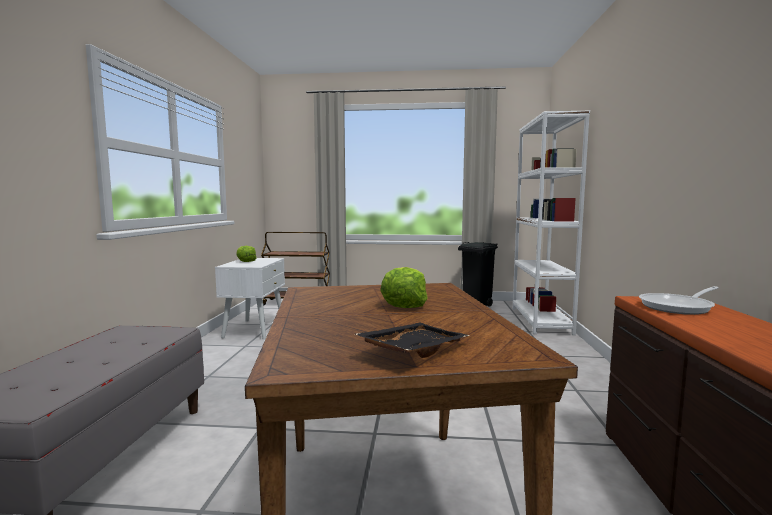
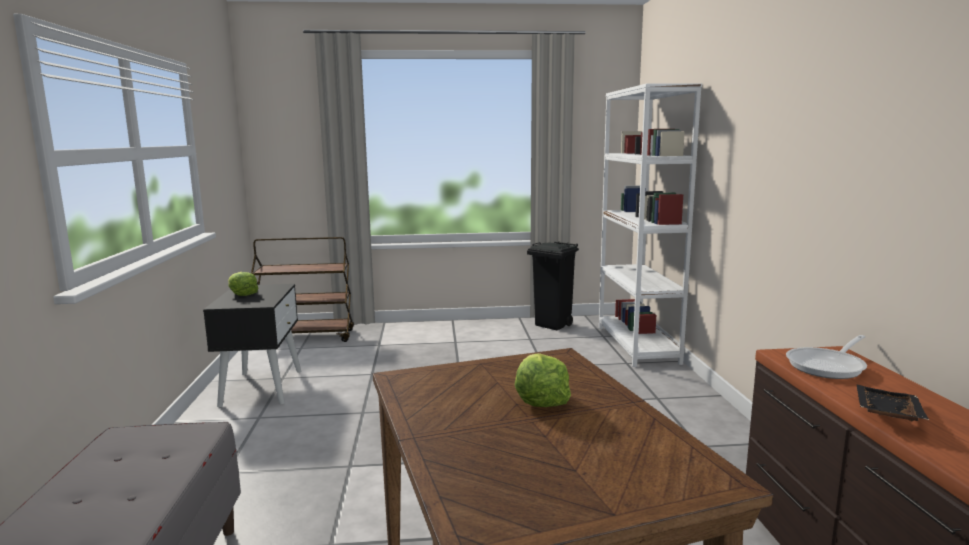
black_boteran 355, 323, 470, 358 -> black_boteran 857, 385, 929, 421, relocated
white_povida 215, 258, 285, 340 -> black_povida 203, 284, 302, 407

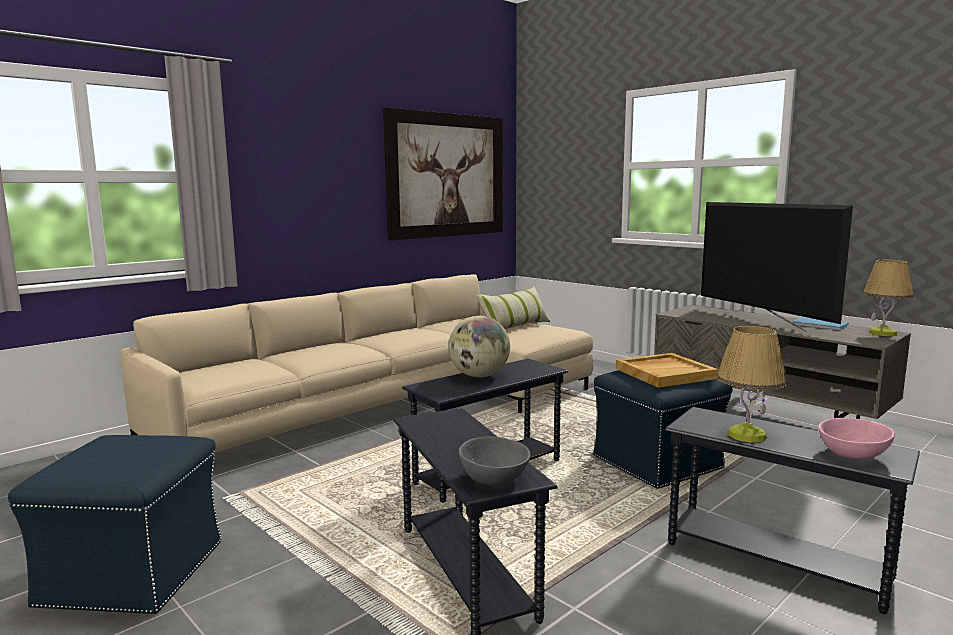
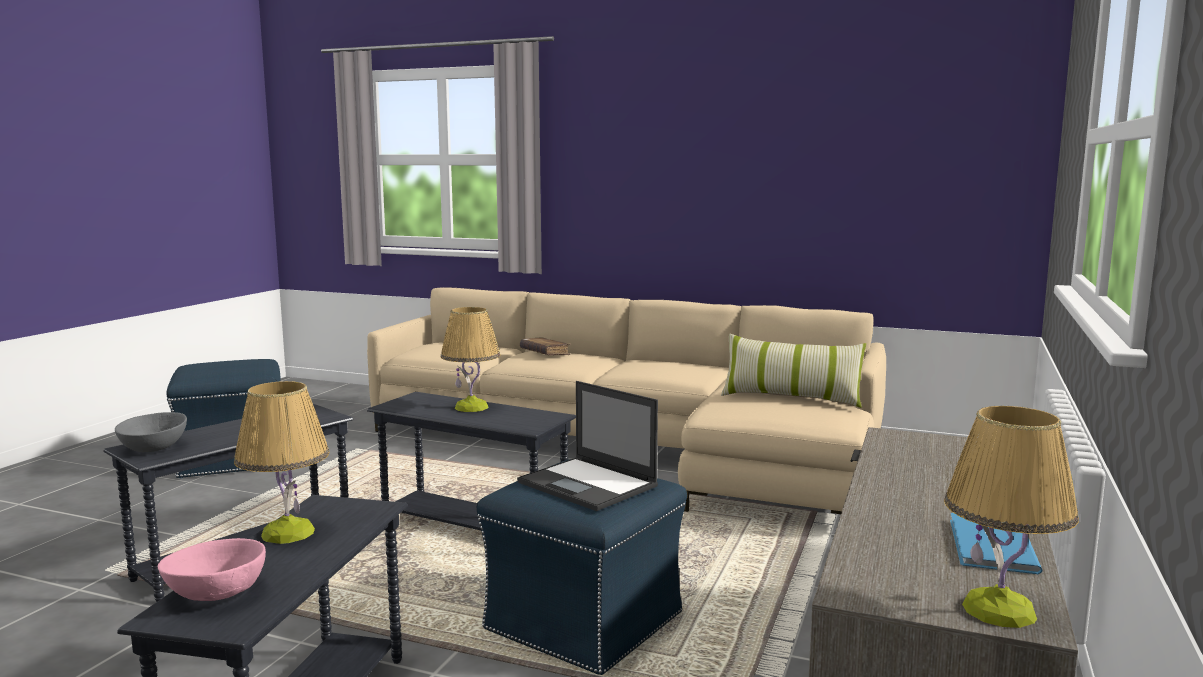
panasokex 383, 107, 503, 241 -> none
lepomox 701, 202, 853, 332 -> none
none -> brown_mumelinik 520, 338, 571, 355
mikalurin 448, 316, 510, 377 -> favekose 441, 307, 500, 412
beige_boteran 616, 353, 718, 388 -> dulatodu 517, 381, 658, 511

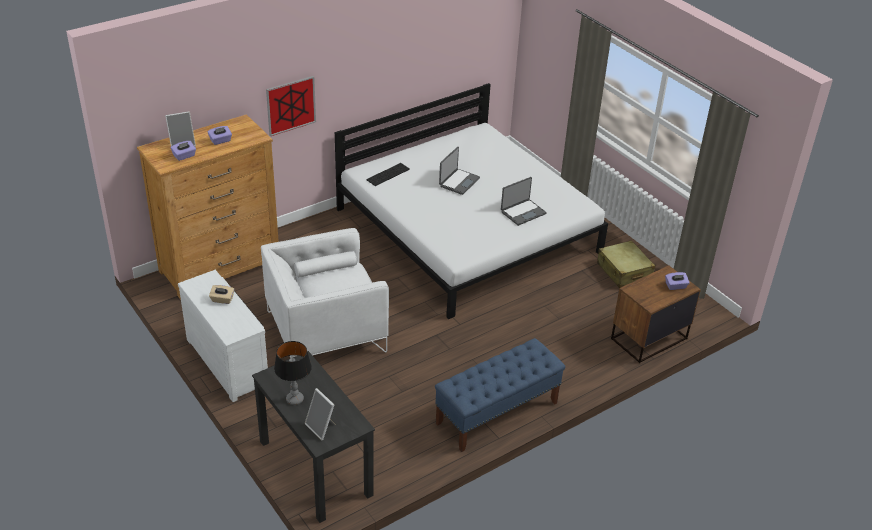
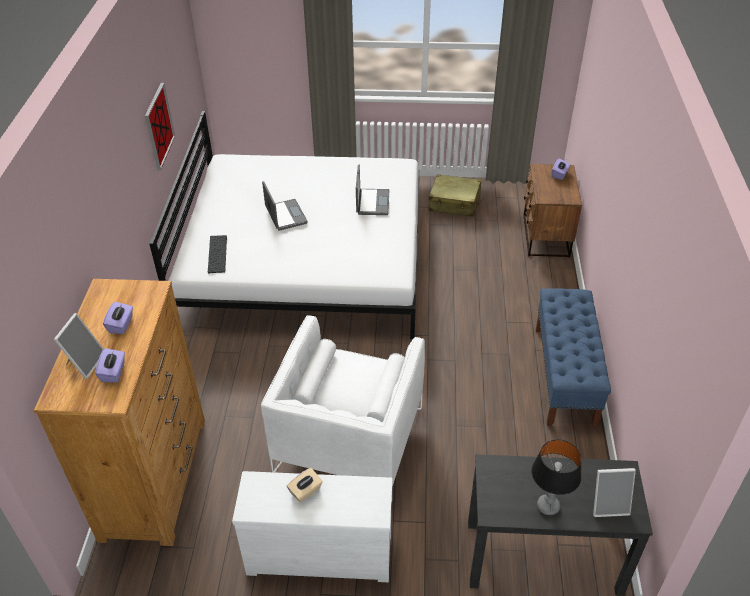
panasokex 266, 76, 316, 136 -> panasokex 145, 83, 175, 171, relocated

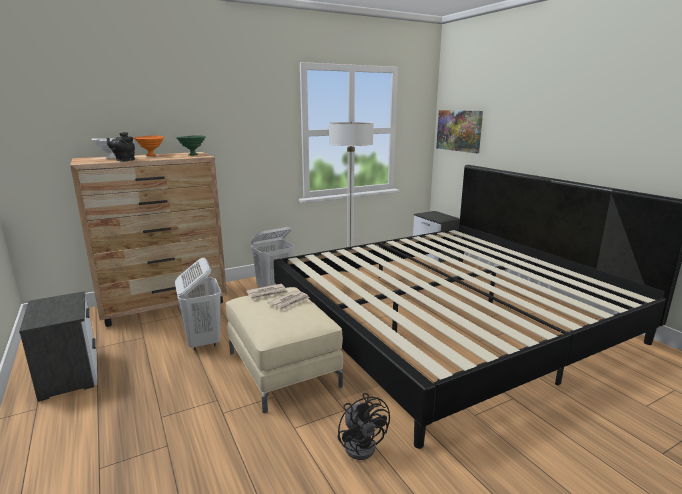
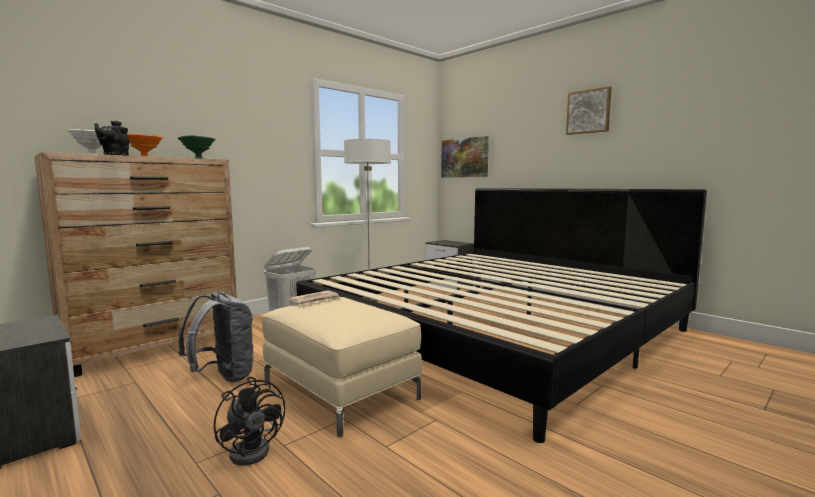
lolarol 267, 290, 309, 310 -> none
none -> panasokex 566, 86, 612, 135
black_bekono 338, 393, 390, 460 -> black_bekono 214, 377, 285, 466, relocated
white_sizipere 175, 258, 221, 351 -> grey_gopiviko 178, 291, 254, 383

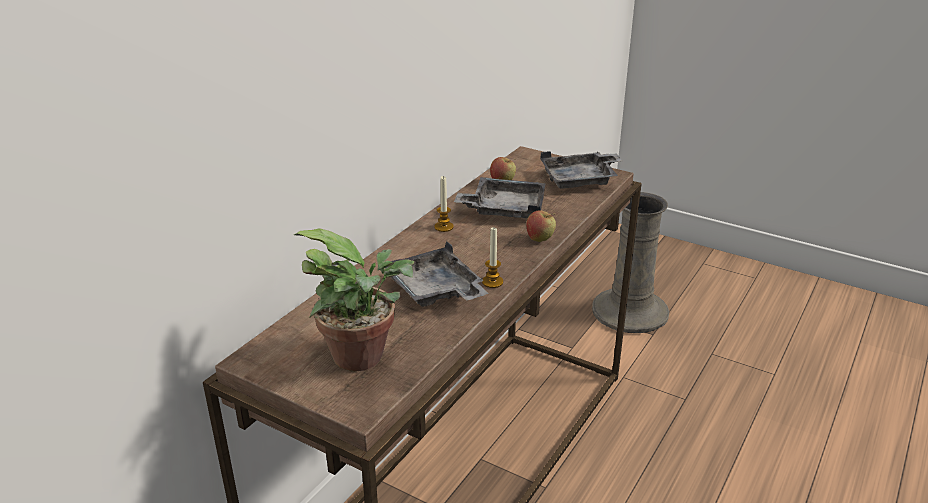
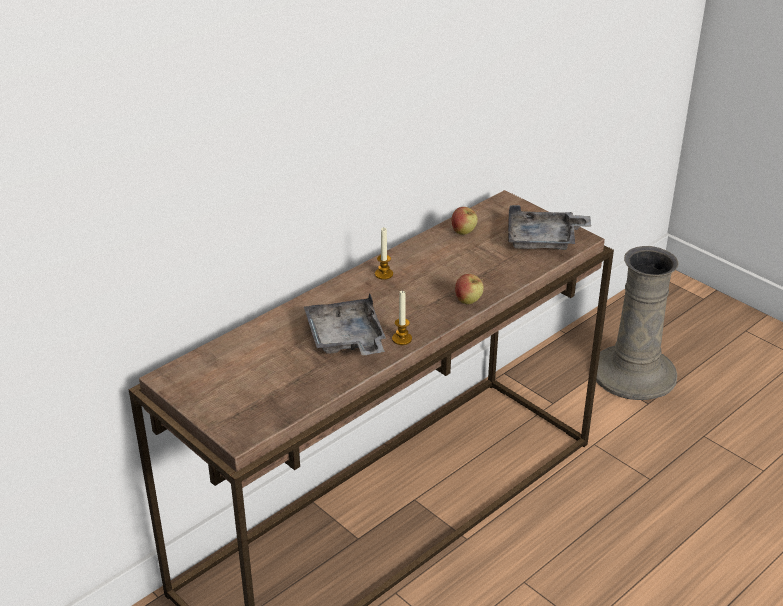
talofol 294, 228, 414, 371 -> none
grey_boteran 454, 177, 546, 218 -> none

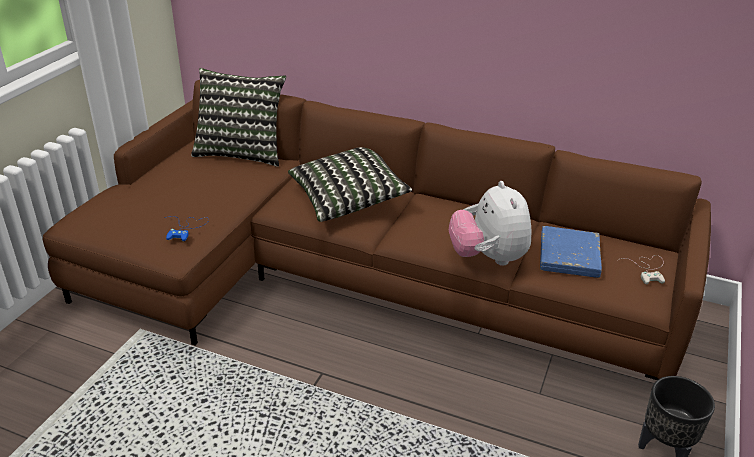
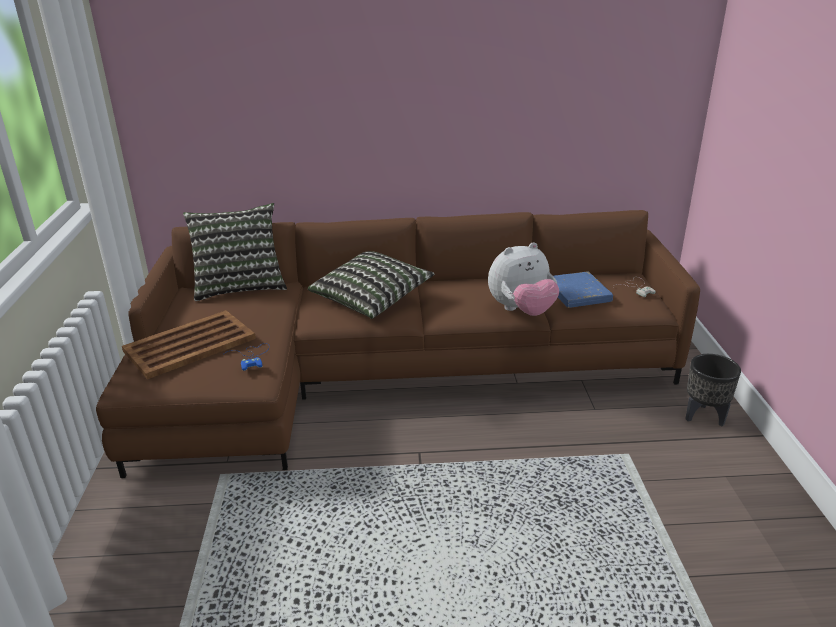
none -> brown_boteran 122, 310, 256, 379
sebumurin 449, 181, 532, 266 -> sebumurin 488, 242, 559, 316, 75 degrees counterclockwise

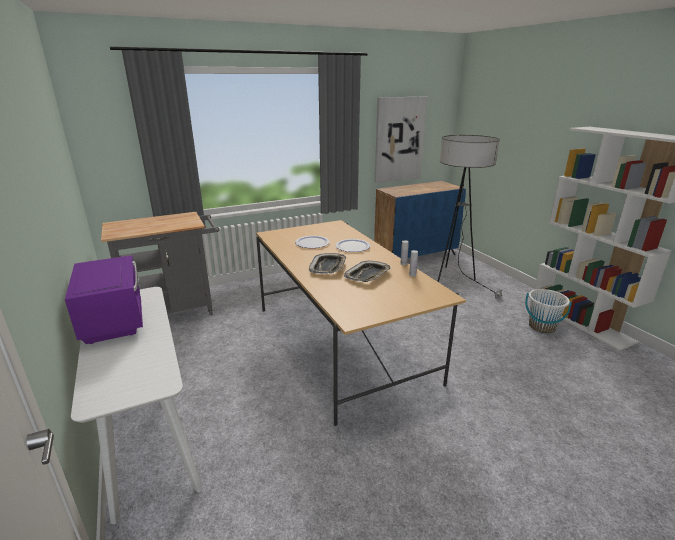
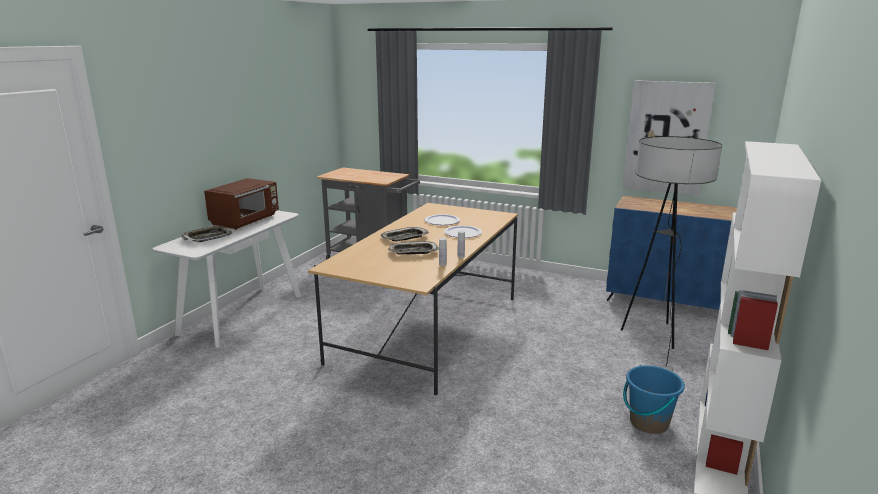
none -> boteran 181, 225, 233, 242
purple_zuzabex 65, 255, 143, 344 -> brown_zuzabex 204, 178, 279, 230
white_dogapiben 525, 289, 572, 333 -> blue_dogapiben 623, 365, 685, 434

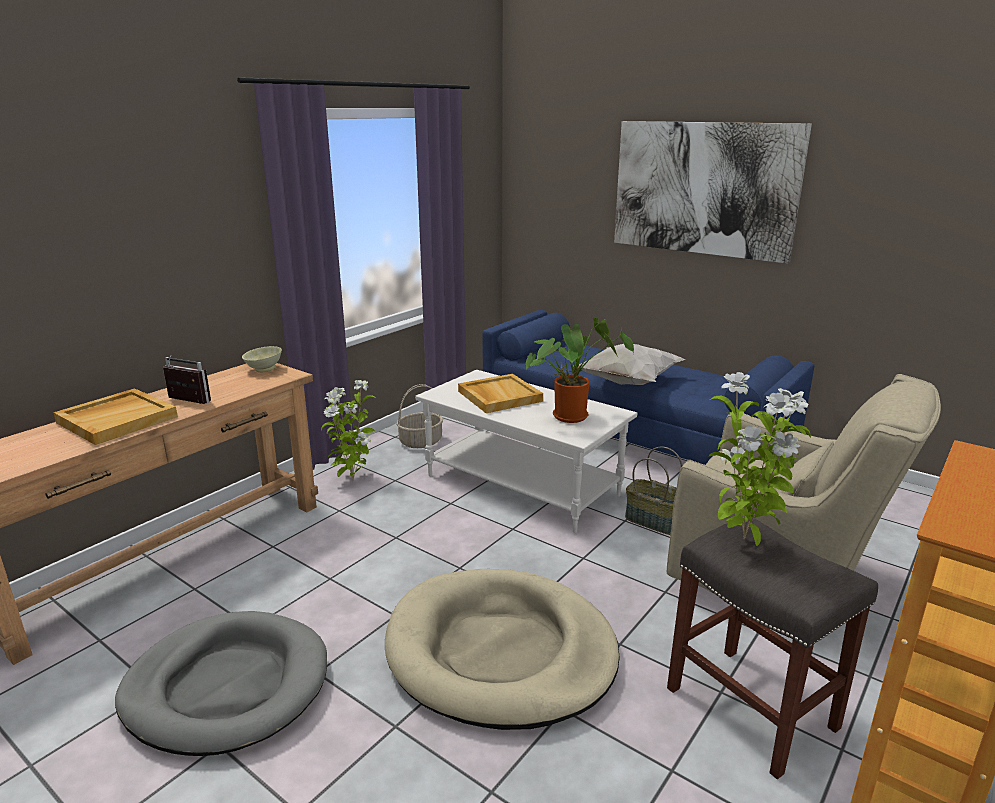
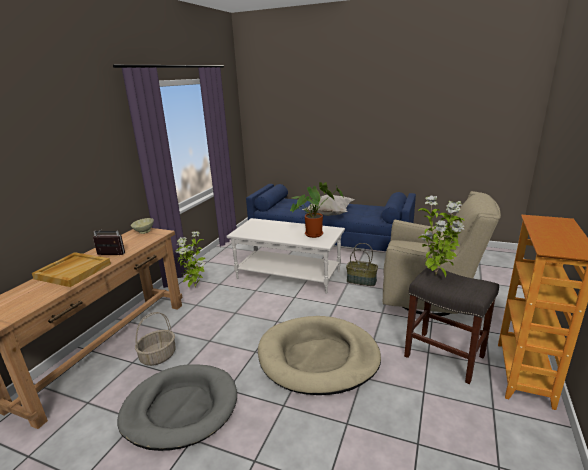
beige_boteran 458, 374, 543, 413 -> none
panasokex 614, 121, 812, 264 -> none
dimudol 396, 384, 443, 448 -> dimudol 135, 312, 176, 366, relocated

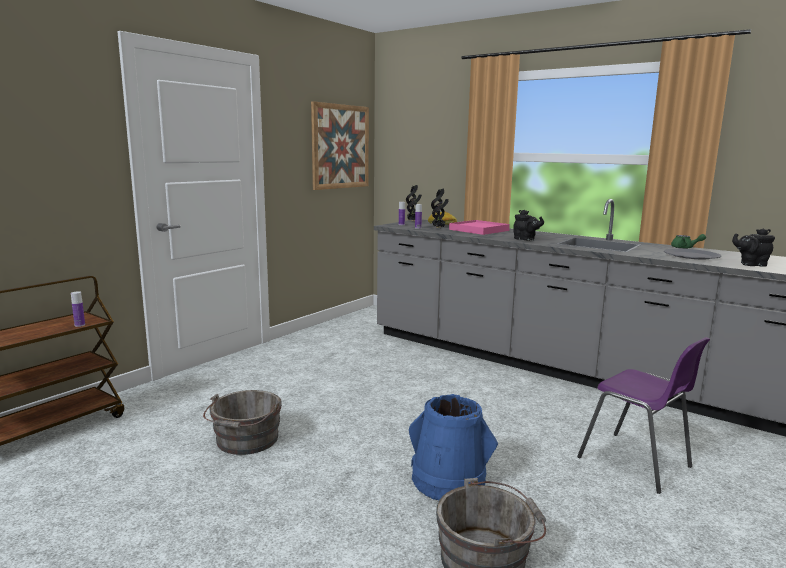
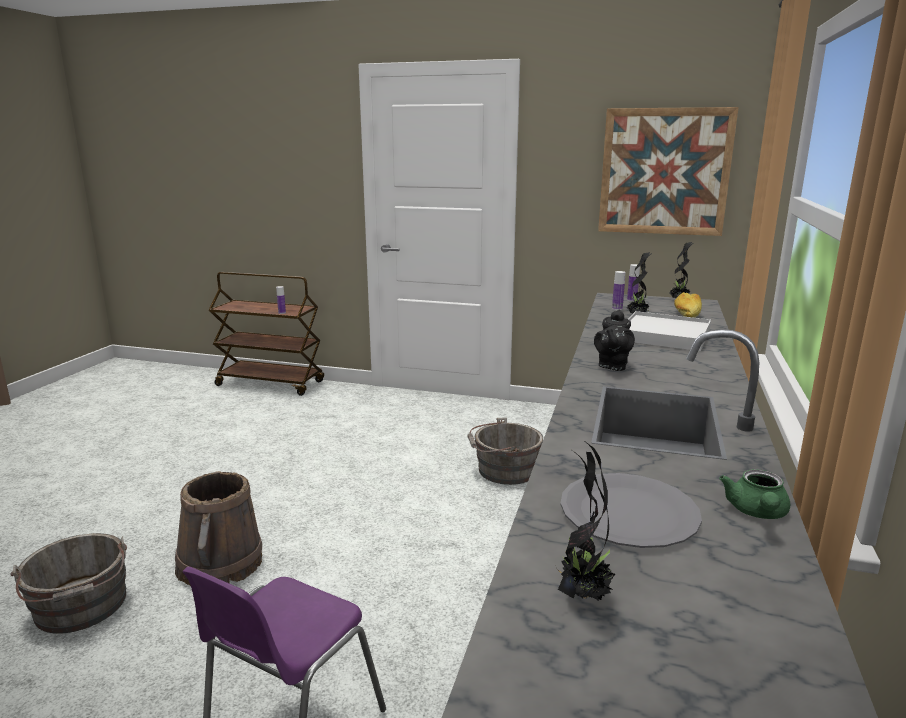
grey_dogapiben 203, 390, 282, 455 -> grey_dogapiben 467, 417, 543, 485, relocated
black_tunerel 732, 228, 775, 267 -> talofol 556, 442, 615, 601
blue_dogapiben 409, 394, 498, 501 -> brown_dogapiben 175, 471, 262, 586
pink_boteran 449, 220, 510, 235 -> white_boteran 628, 311, 711, 351

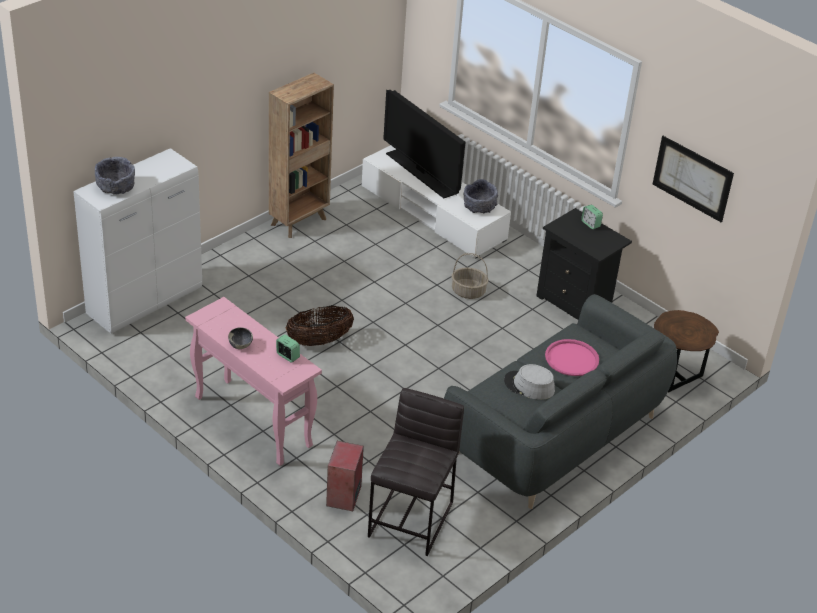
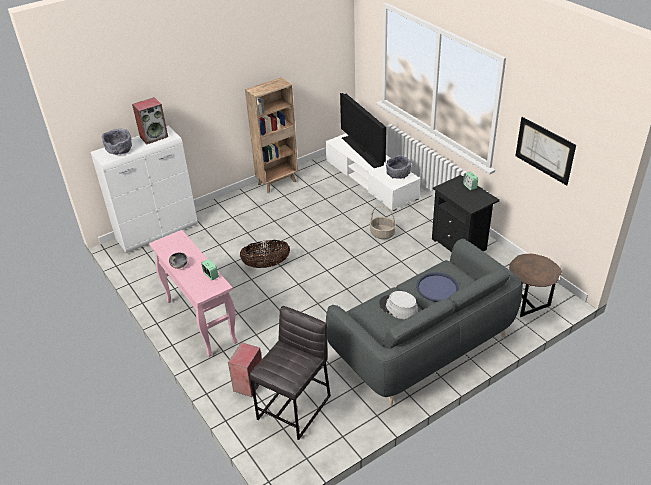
none -> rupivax 132, 97, 168, 144
pink_boteran 545, 339, 599, 376 -> blue_boteran 416, 272, 459, 302

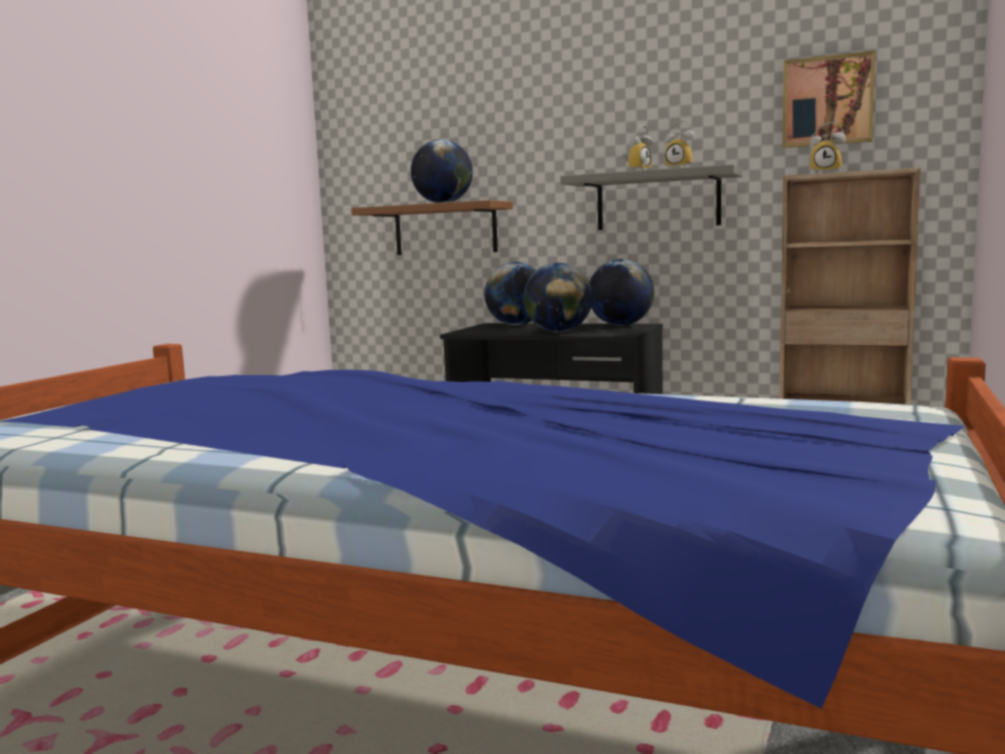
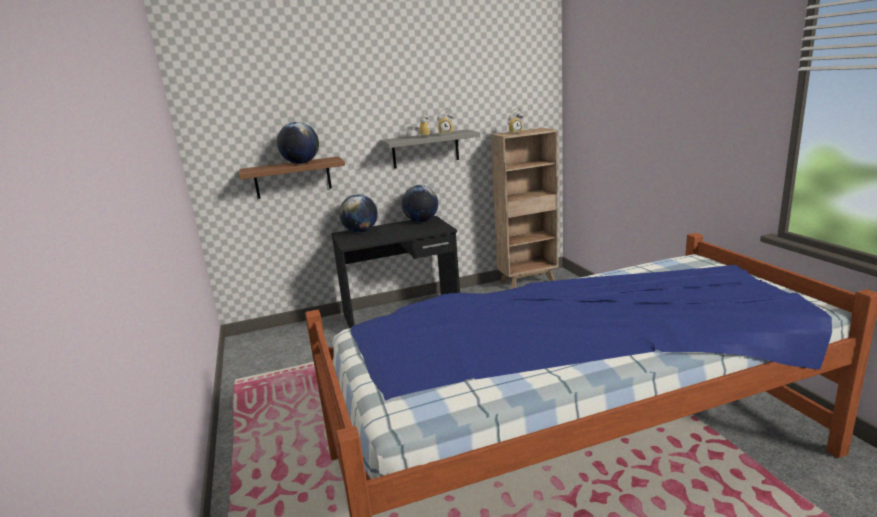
mikalurin 523, 263, 593, 332 -> none
panasokex 782, 51, 875, 148 -> none

